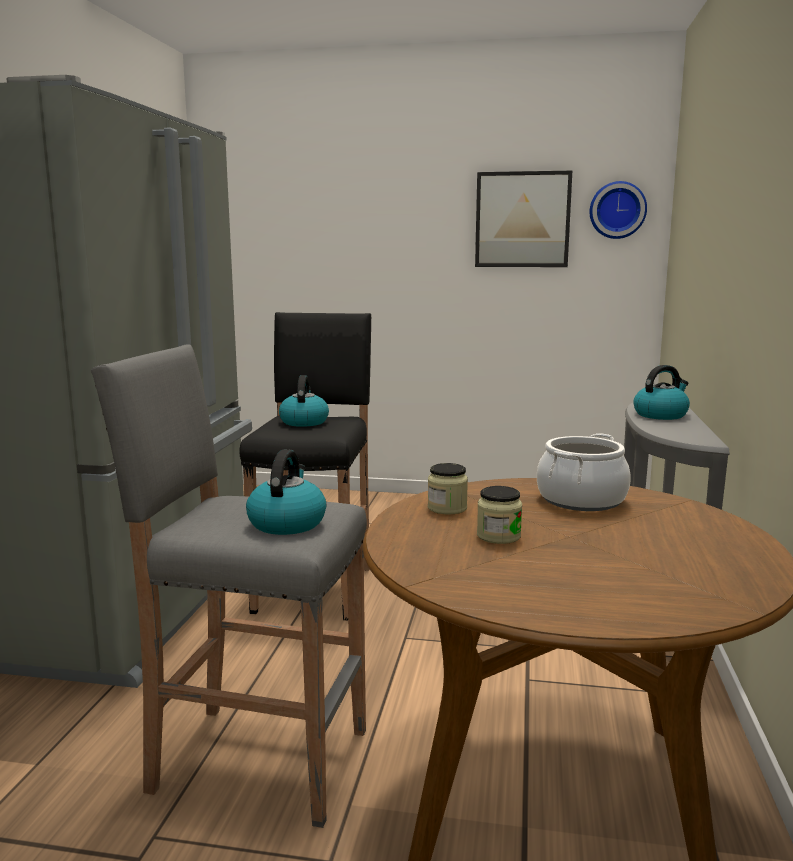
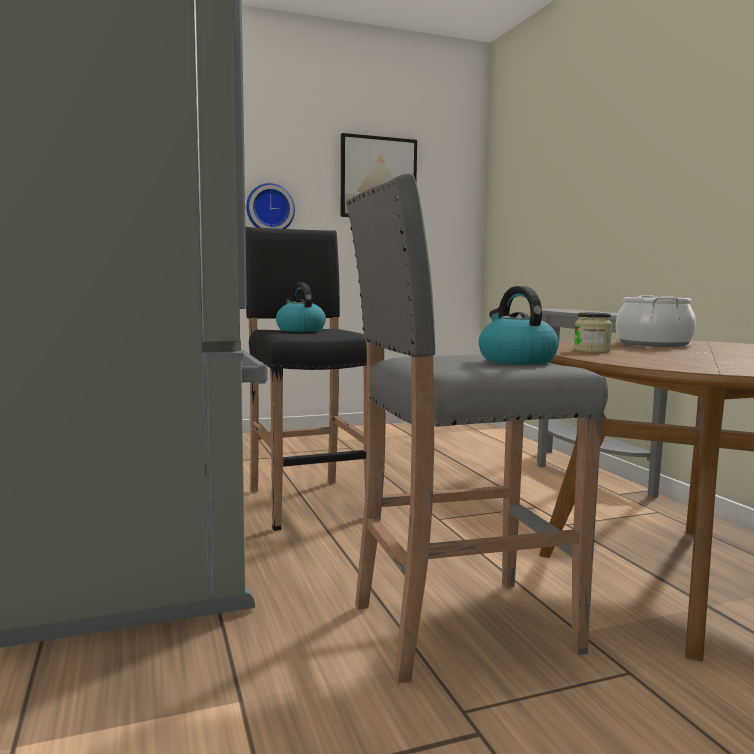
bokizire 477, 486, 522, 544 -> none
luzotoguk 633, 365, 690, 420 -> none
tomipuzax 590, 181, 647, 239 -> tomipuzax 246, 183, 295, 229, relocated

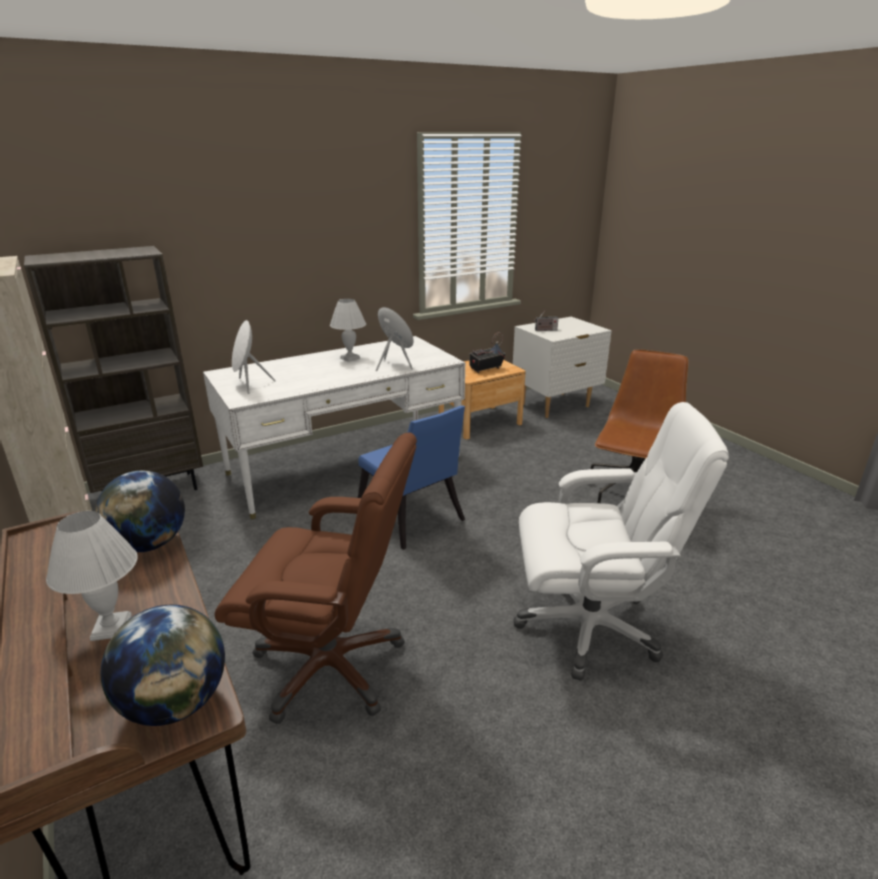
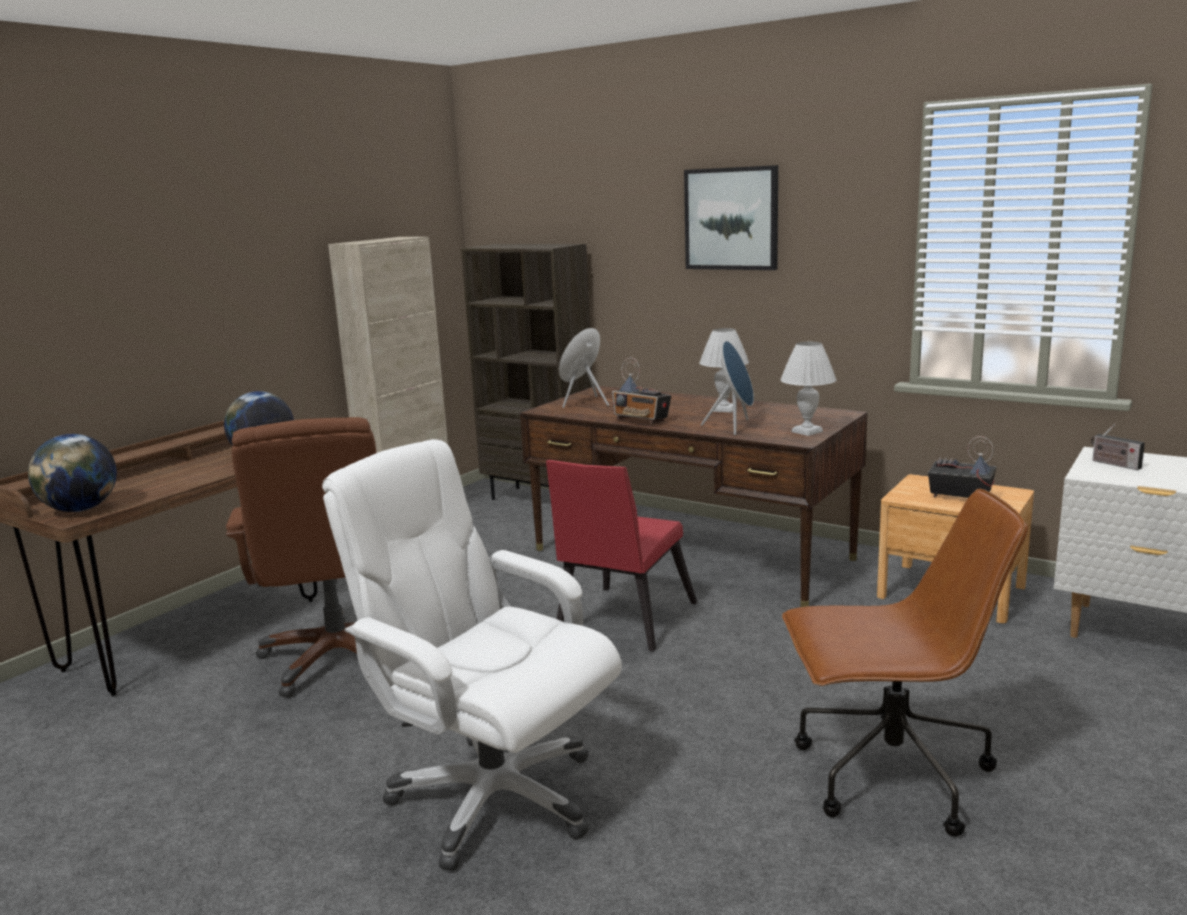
none -> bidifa 612, 357, 671, 424
none -> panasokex 684, 165, 778, 270
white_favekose 46, 511, 138, 641 -> white_favekose 780, 342, 836, 436, relocated
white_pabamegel 203, 336, 465, 519 -> brown_pabamegel 520, 386, 868, 607
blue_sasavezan 358, 405, 465, 550 -> red_sasavezan 546, 460, 697, 651
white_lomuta 514, 402, 729, 681 -> white_lomuta 322, 439, 622, 871, 150 degrees clockwise

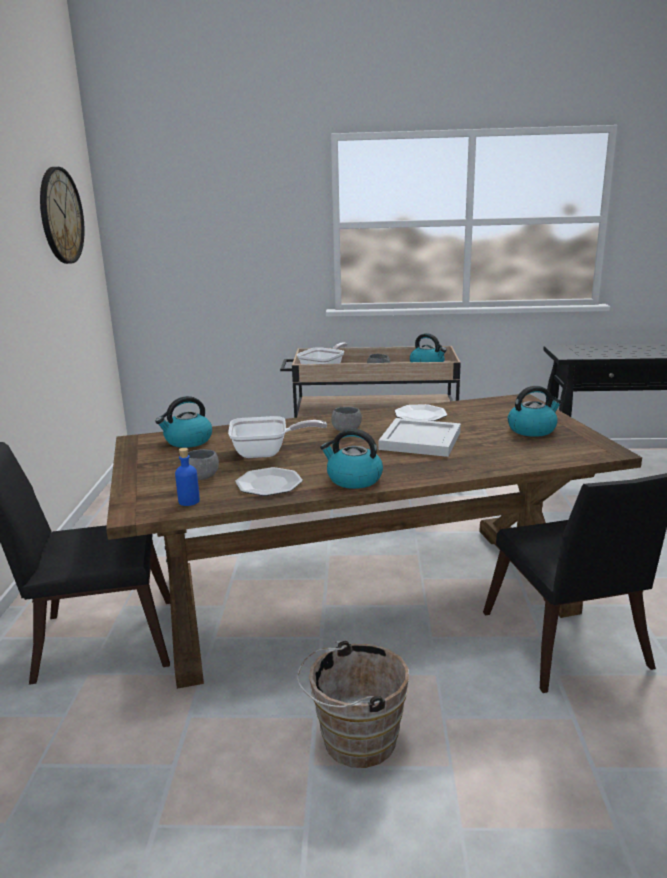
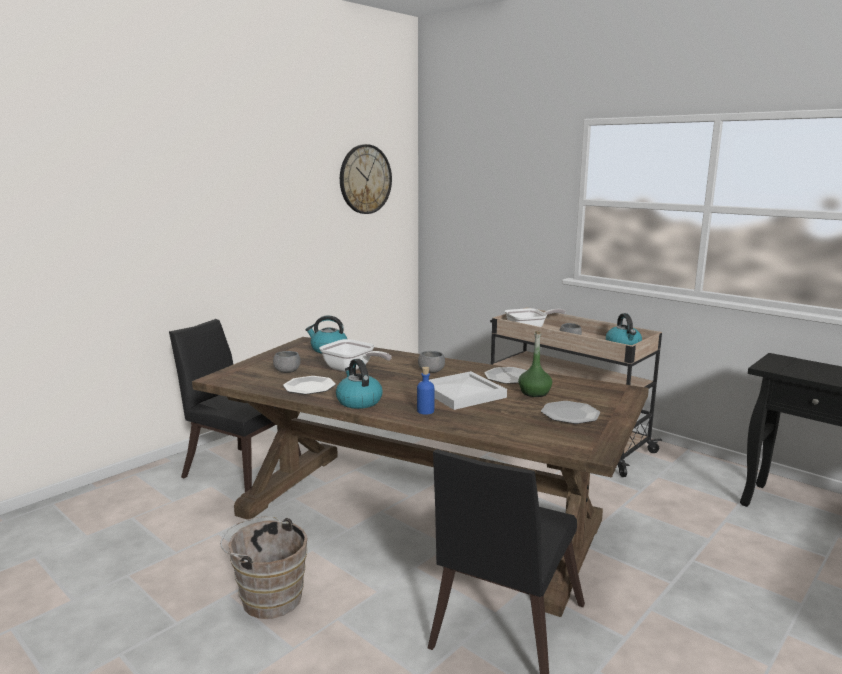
none -> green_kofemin 518, 331, 552, 397
blue_kofemin 175, 448, 200, 506 -> blue_kofemin 417, 367, 434, 415, relocated
luzotoguk 508, 386, 562, 437 -> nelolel 541, 401, 600, 424

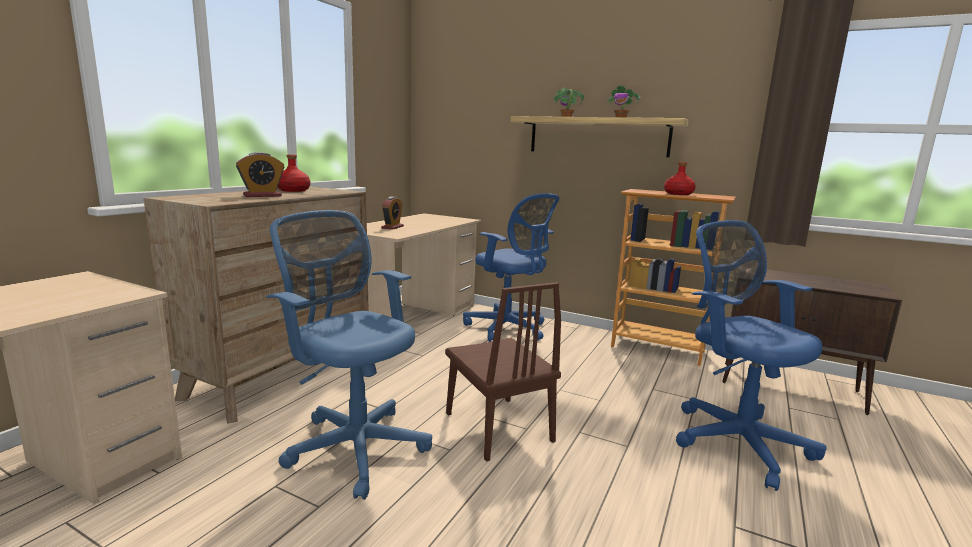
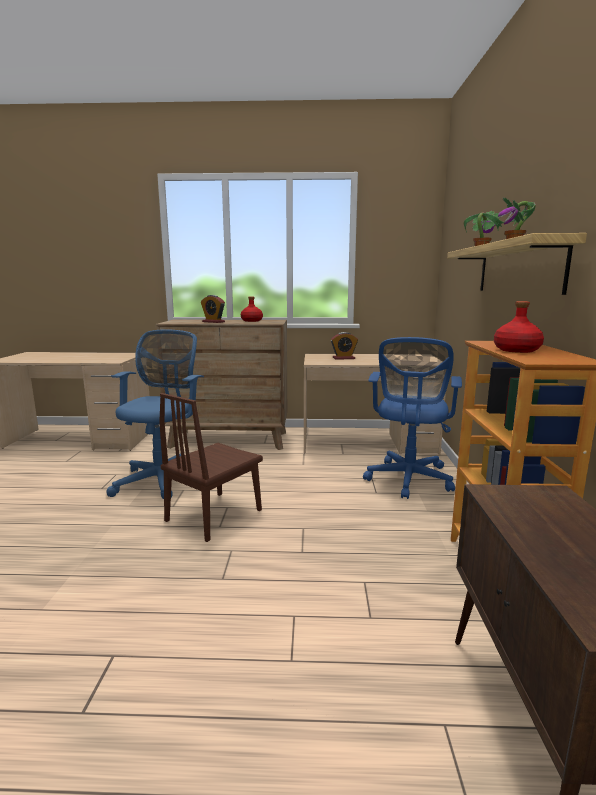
blue_lomuta 676, 220, 826, 491 -> none

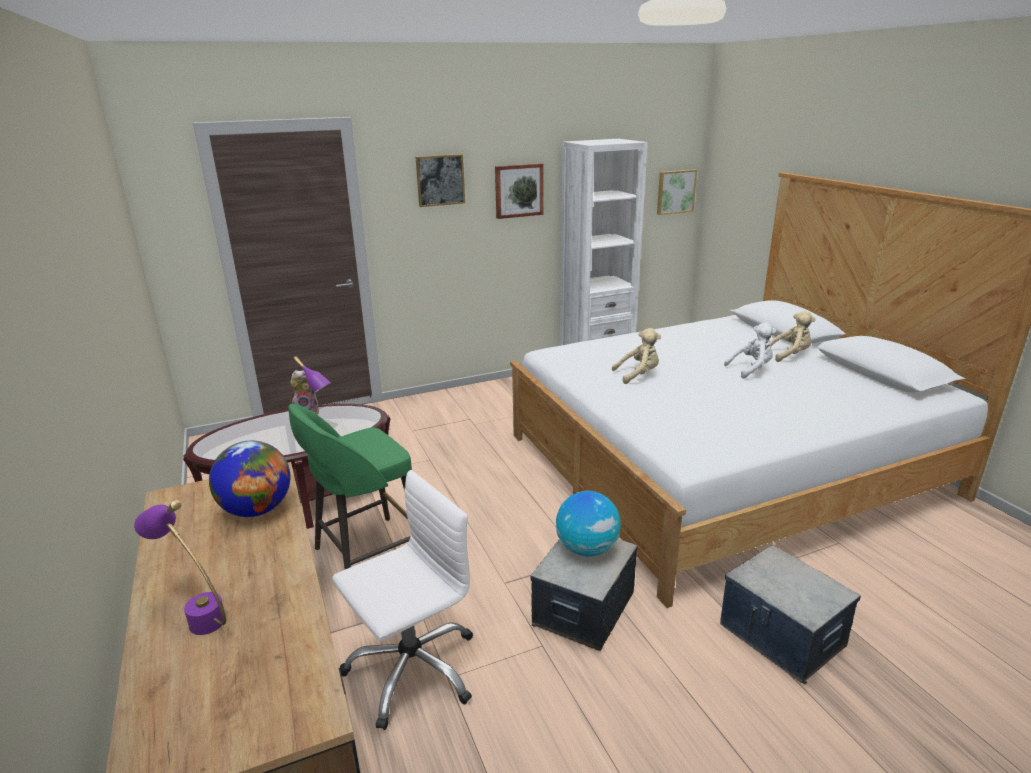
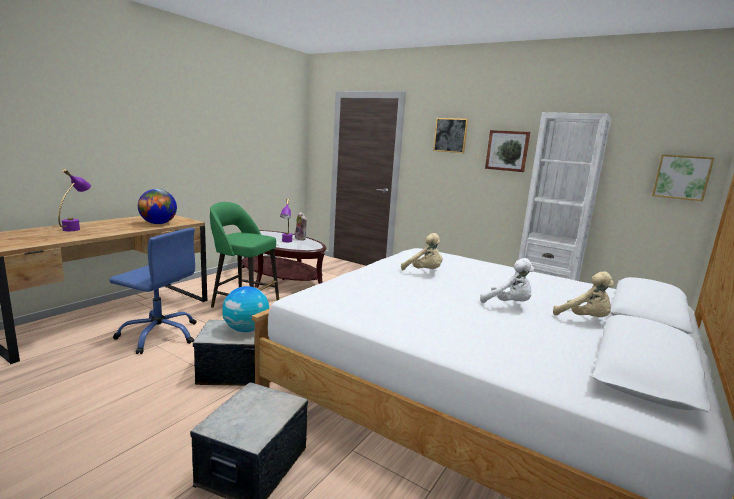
white_lomuta 332, 470, 473, 730 -> blue_lomuta 110, 228, 196, 354

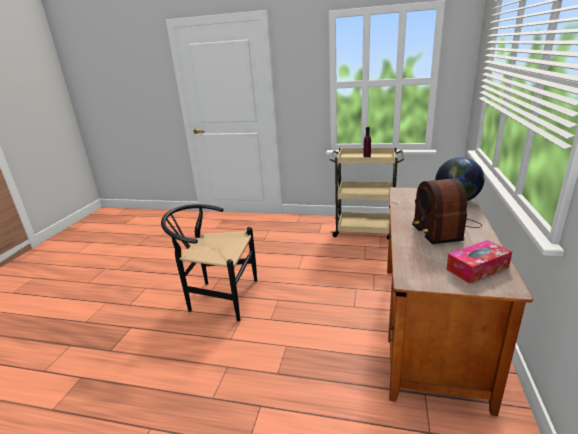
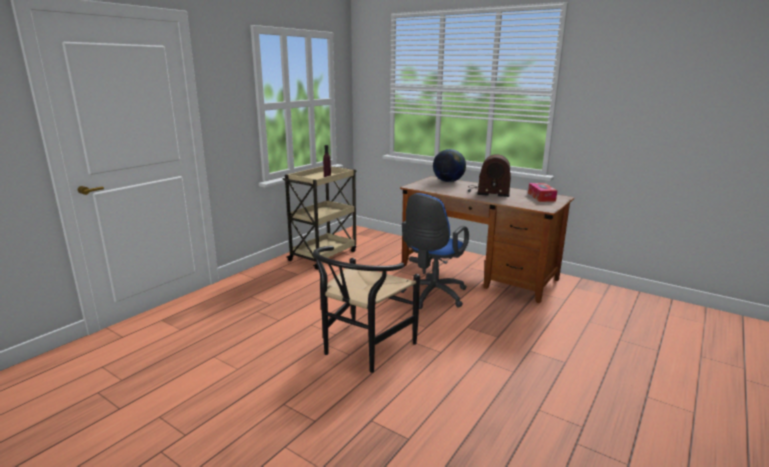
none -> blue_lomuta 400, 193, 469, 309

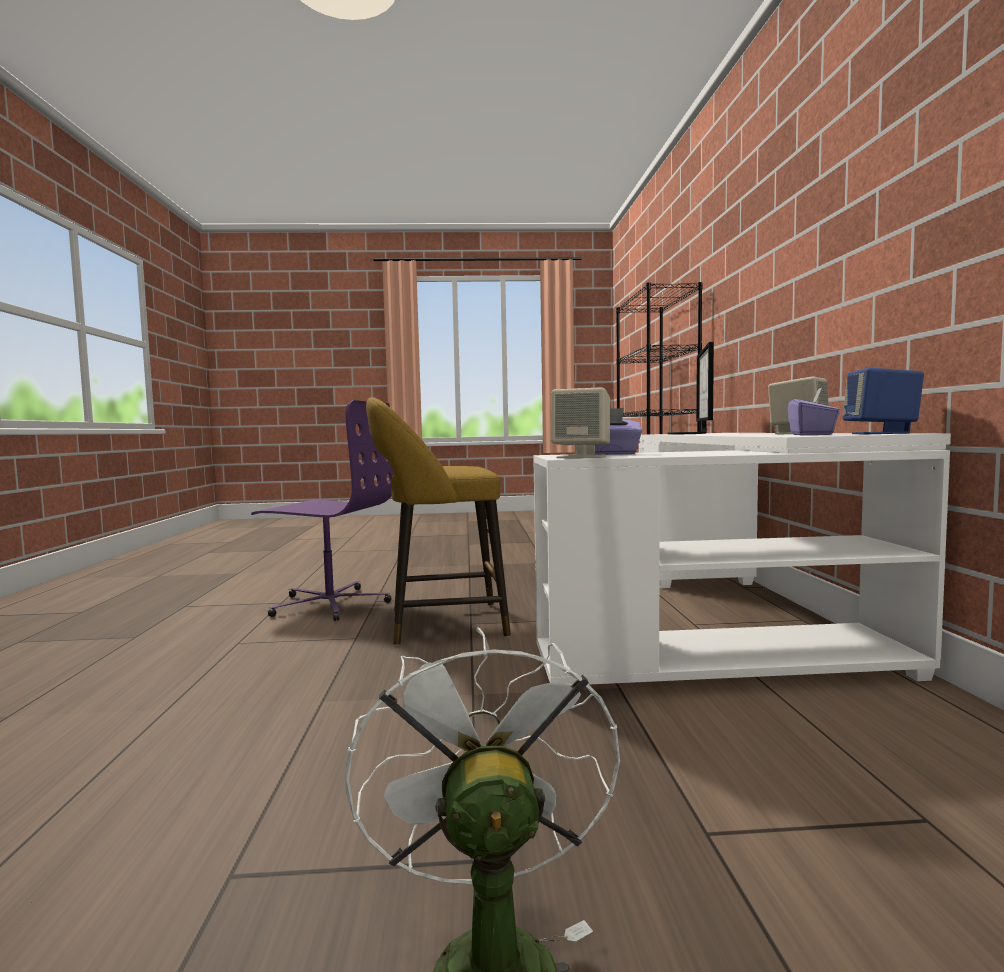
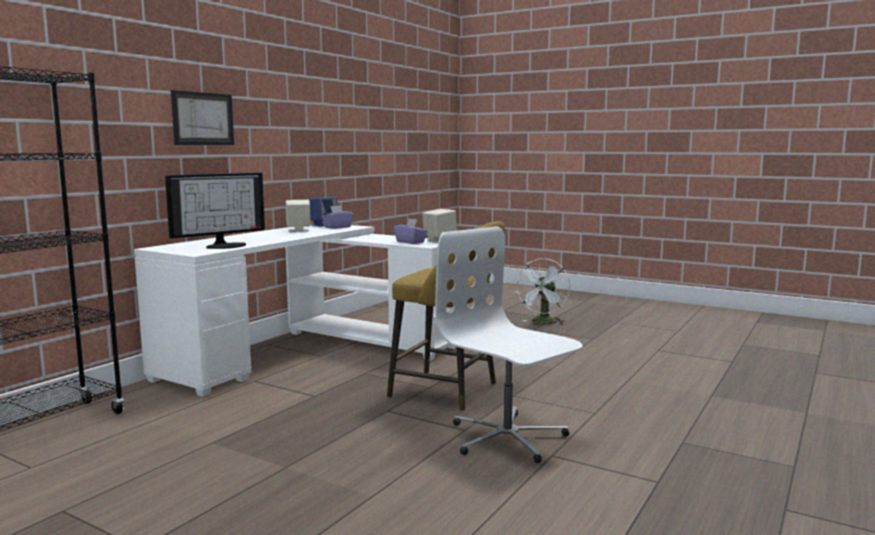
none -> panasokex 171, 90, 234, 145
purple_lomuta 251, 400, 394, 621 -> white_lomuta 435, 226, 583, 463

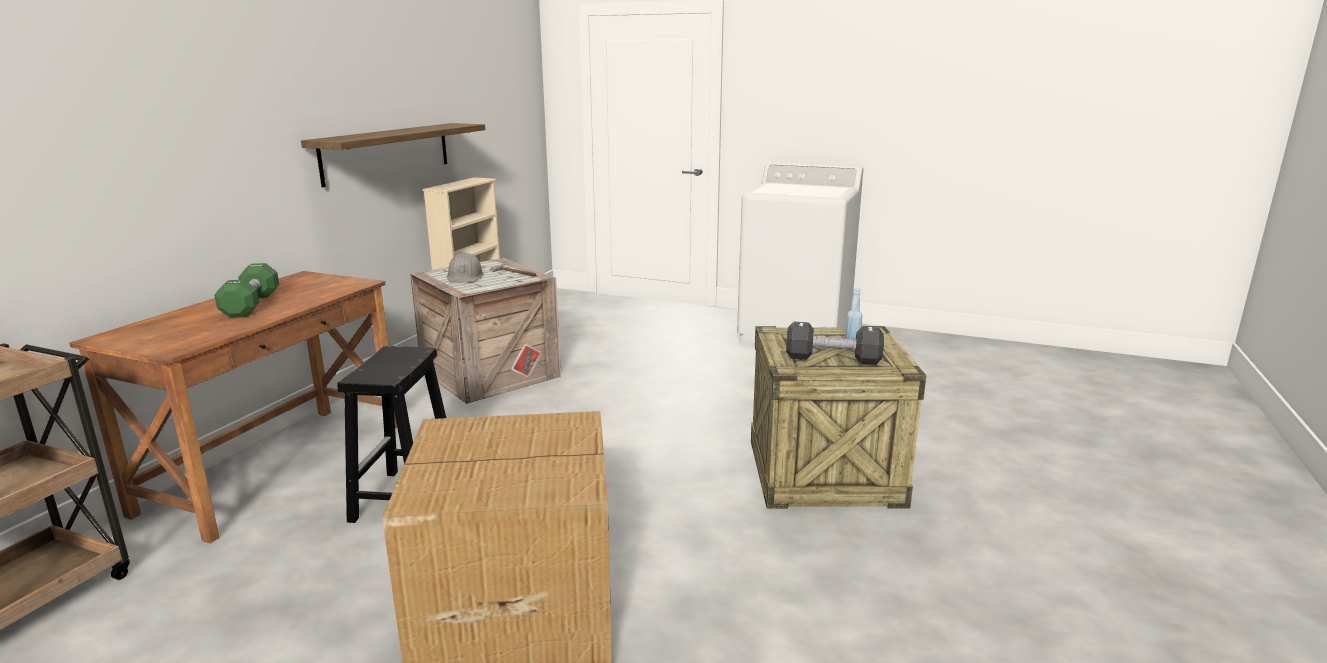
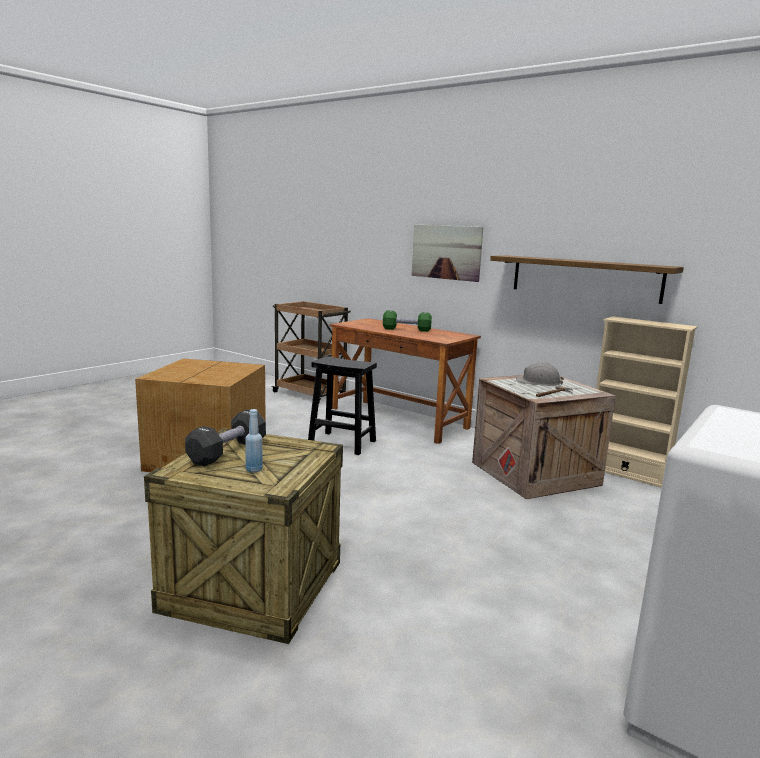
none -> panasokex 412, 224, 483, 282

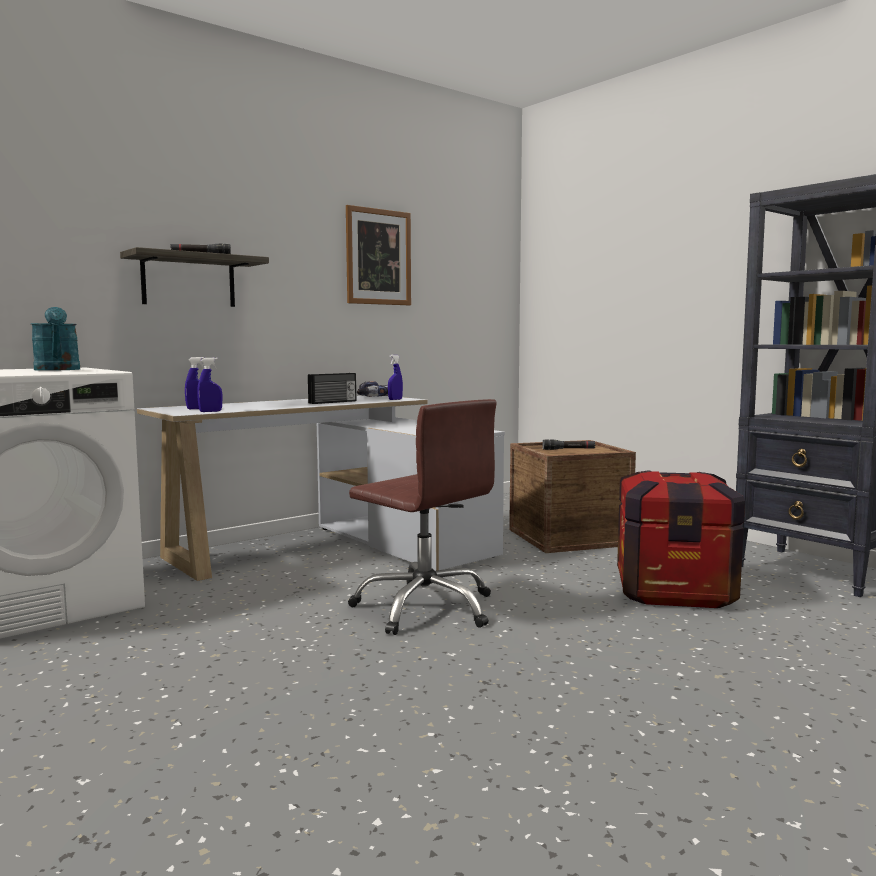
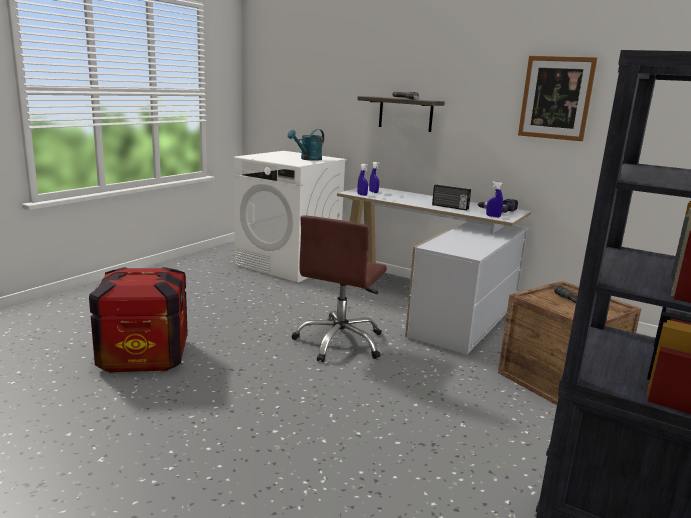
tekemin 617, 471, 745, 608 -> tekemin 89, 267, 188, 372, relocated

